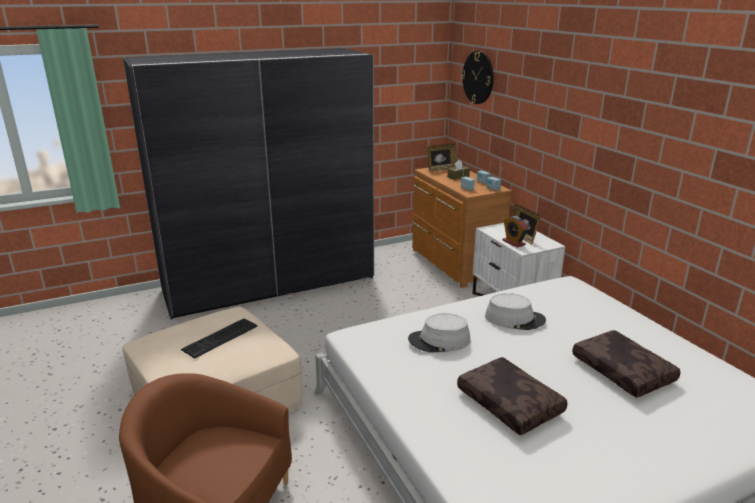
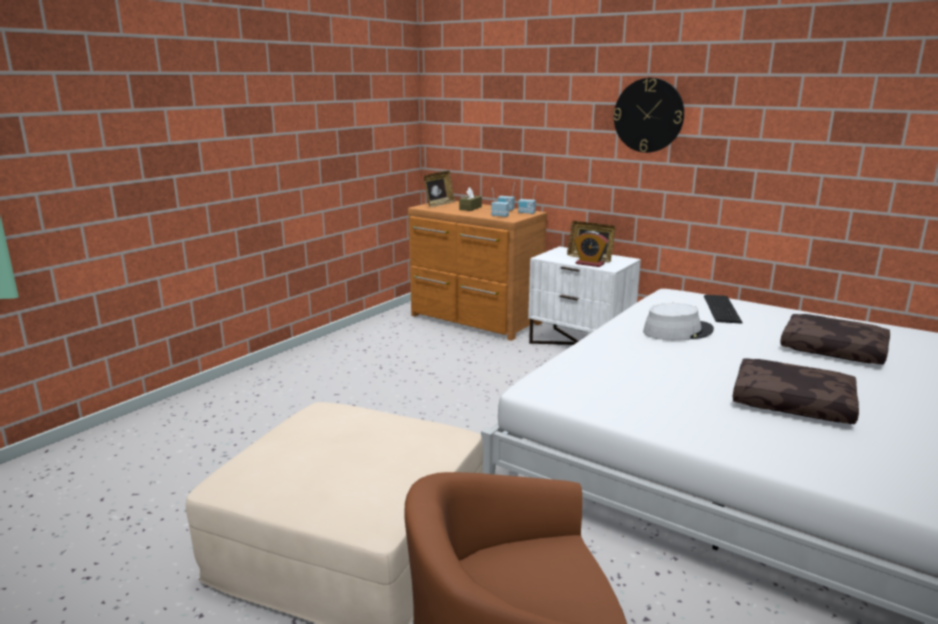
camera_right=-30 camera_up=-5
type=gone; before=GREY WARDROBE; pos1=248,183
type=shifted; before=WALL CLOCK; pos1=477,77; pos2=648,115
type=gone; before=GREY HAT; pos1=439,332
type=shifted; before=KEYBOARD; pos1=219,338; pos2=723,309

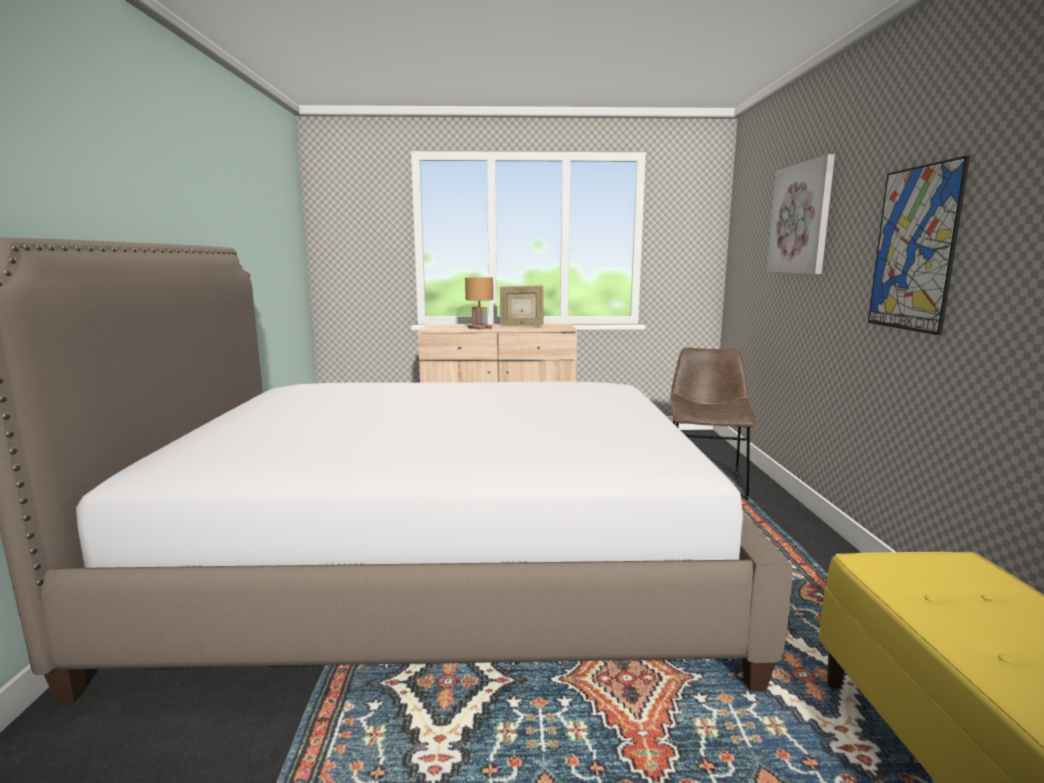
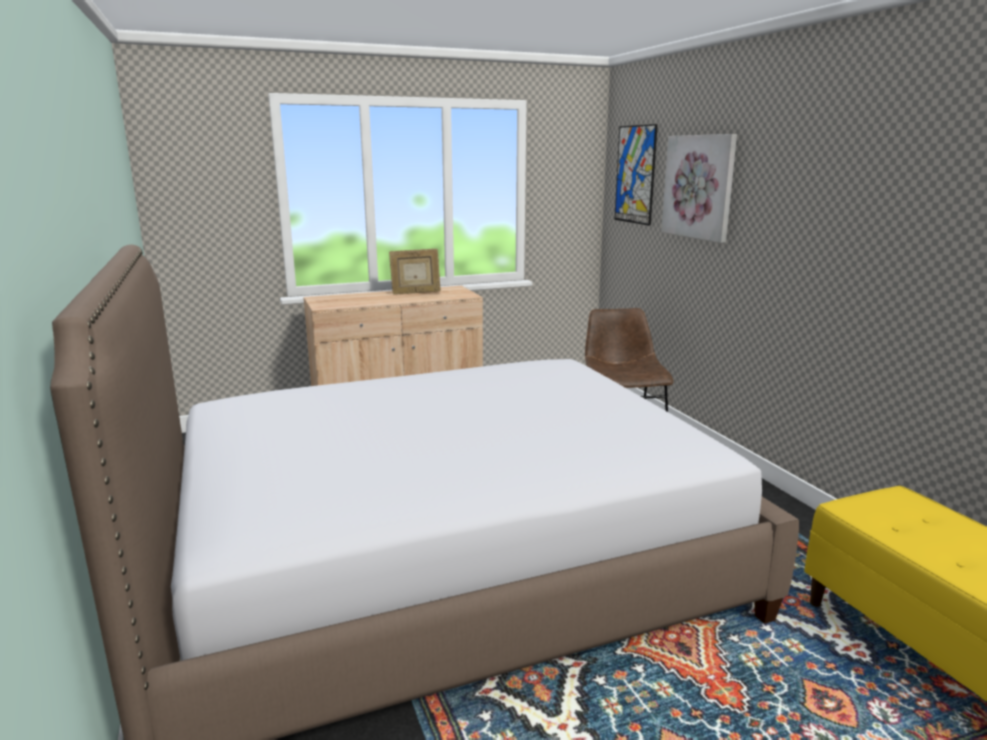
camera_right=-20 camera_up=5
type=shifted; before=PICTURE; pos1=919,245; pos2=636,175
type=gone; before=BROWN TABLE LAMP; pos1=479,303

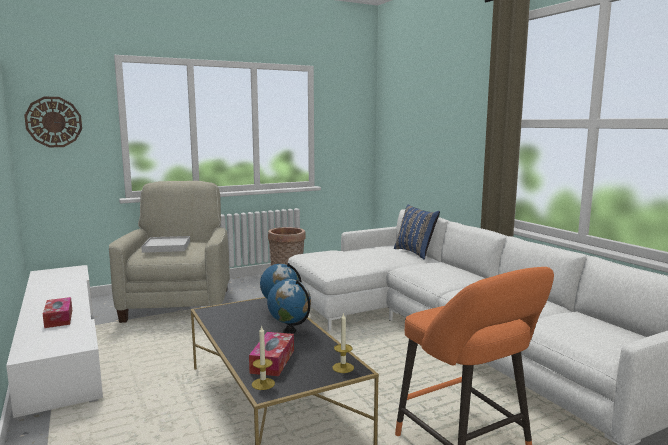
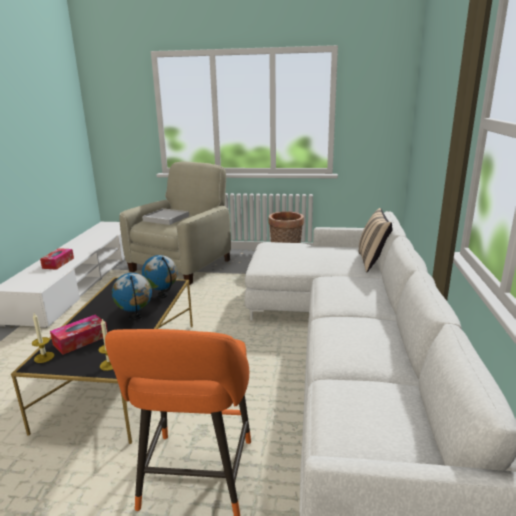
camera_right=35 camera_up=10
type=gone; before=WALL CLOCK; pos1=53,122
type=repainted; before=BLUE PILLOW; after=BEIGE PILLOW; pos1=417,232; pos2=376,240

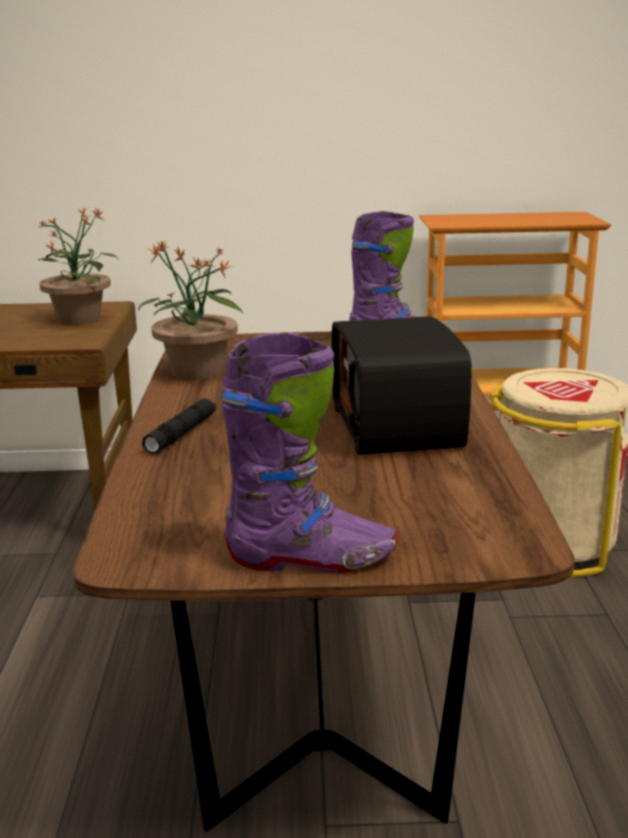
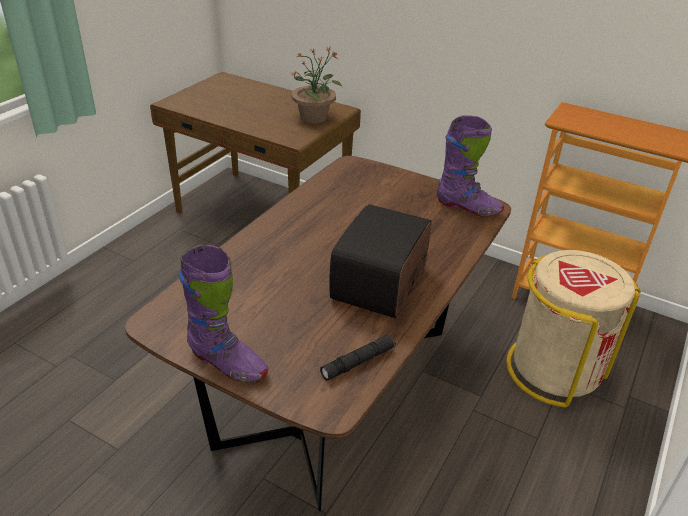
camera_right=30 camera_up=15
type=gone; before=POTTED PLANT; pos1=191,310
type=shifted; before=BLACK FLASHLIGHT; pos1=179,426; pos2=358,358

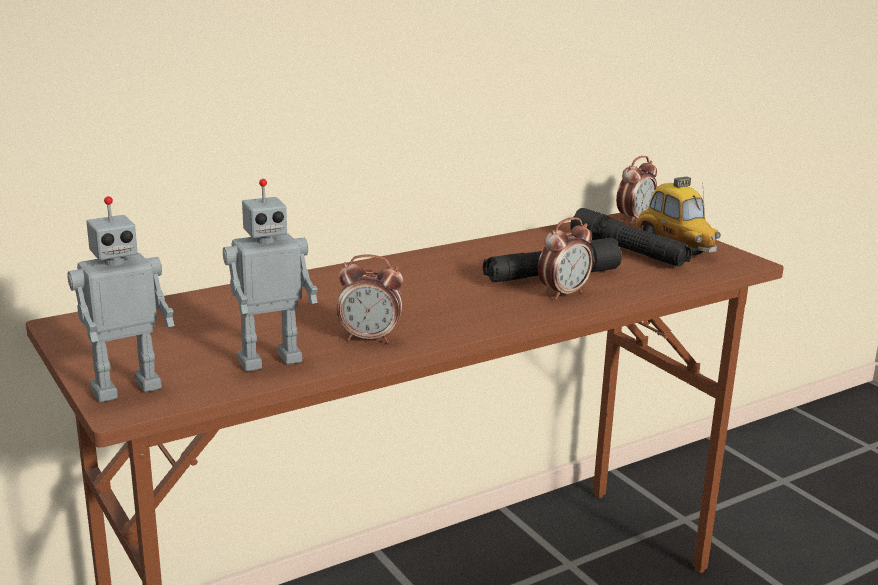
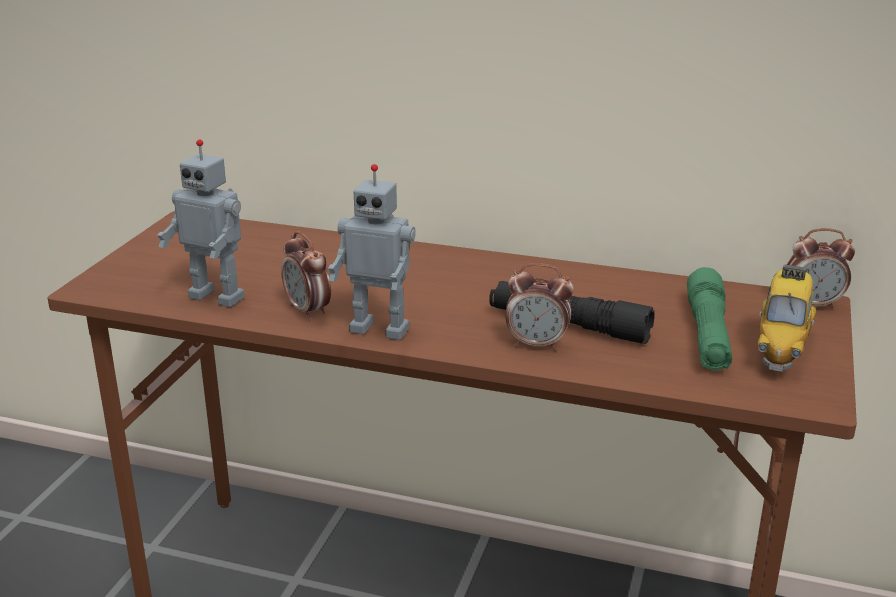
camera_right=50 camera_up=5
type=shifted; before=TOY ROBOT; pos1=121,299; pos2=372,252
type=repainted; before=BLACK FLASHLIGHT; after=GREEN FLASHLIGHT; pos1=631,237; pos2=709,318

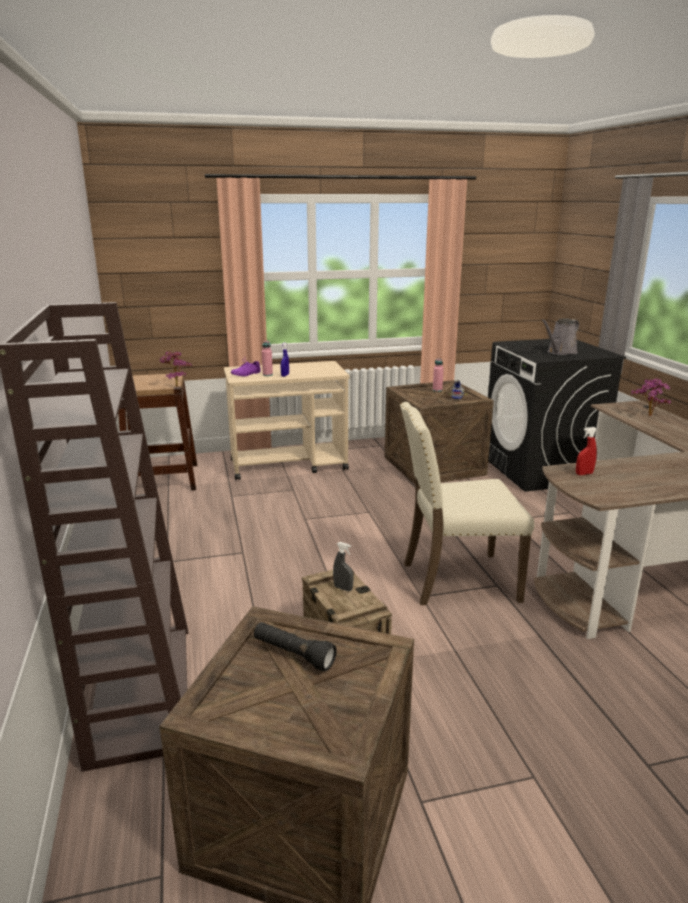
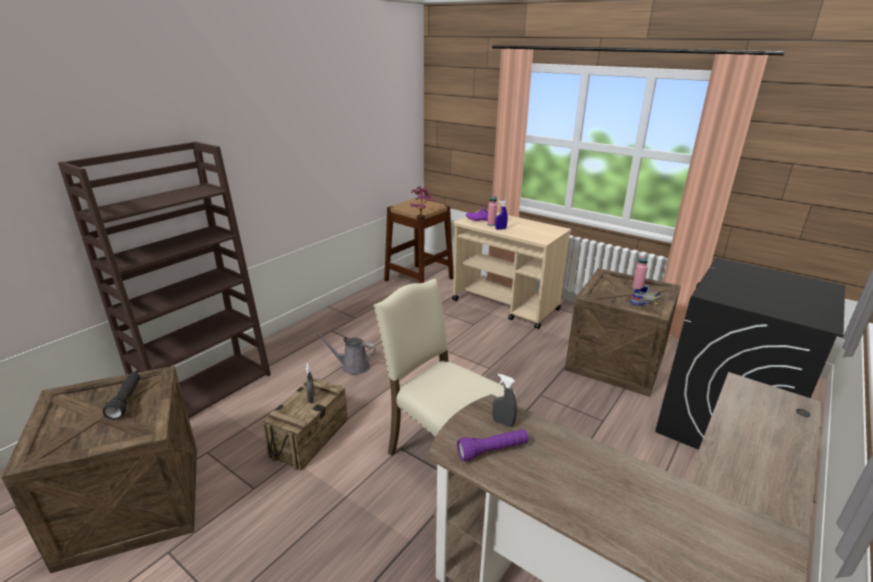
camera_right=50 camera_up=5
type=shifted; before=GREY WATERING CAN; pos1=560,336; pos2=345,353
type=gone; before=POTTED PLANT; pos1=651,397
type=repainted; before=RED SPRAY BOTTLE; after=GREY SPRAY BOTTLE; pos1=586,451; pos2=504,400
type=new; after=PURPLE FLASHLIGHT; pos2=492,445

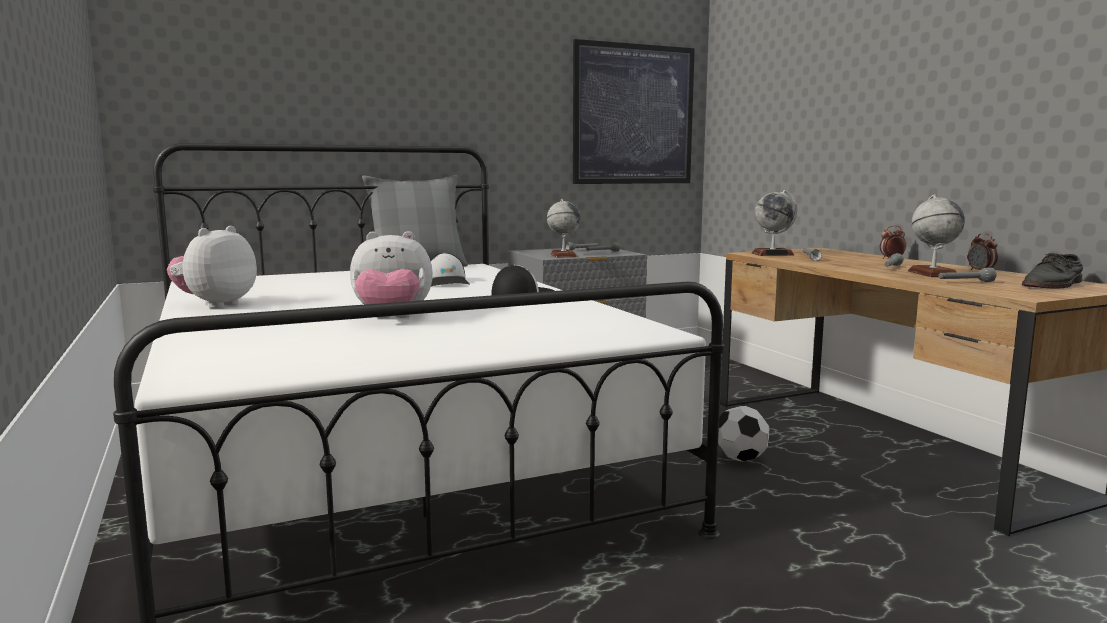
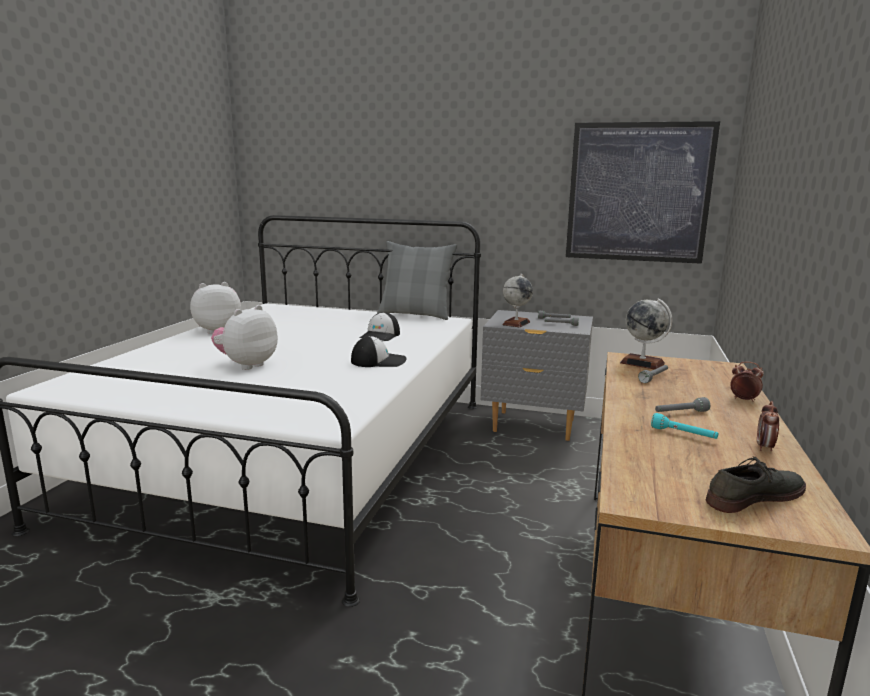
camera_right=40 camera_up=5
type=swapped; before=GLOBE; after=TURQUOISE FLASHLIGHT; pos1=936,235; pos2=685,426
type=rotated; before=PLUSH TOY; pos1=391,274; pos2=244,337; turn=90
type=rotated; before=GREY SHOE; pos1=1052,271; pos2=756,485; turn=150
type=gone; before=GREY FLASHLIGHT; pos1=967,275
type=gone; before=FOOTBALL; pos1=743,433

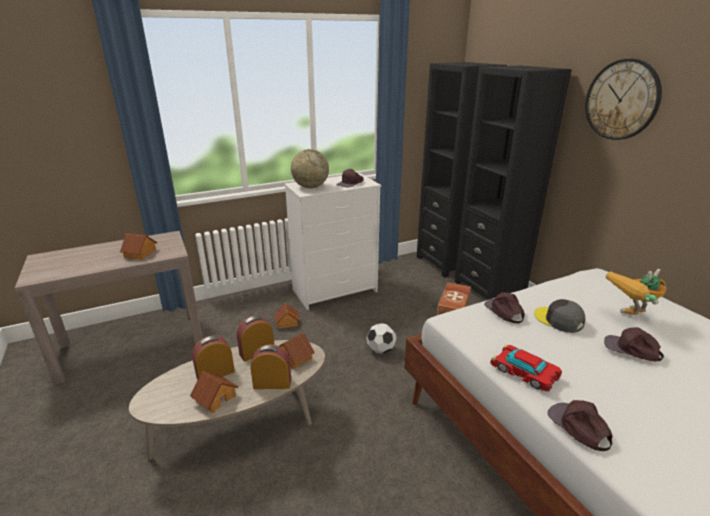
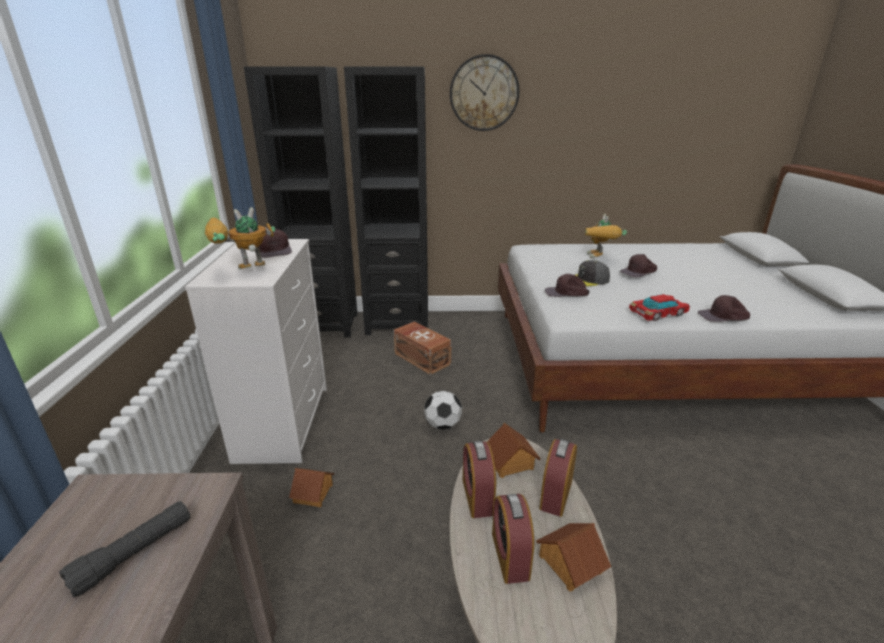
camera_right=-65 camera_up=0
type=swapped; before=GLOBE; after=TOY ROBOT; pos1=310,168; pos2=240,238
type=swapped; before=TOY HOUSE; after=BLACK FLASHLIGHT; pos1=138,246; pos2=124,549

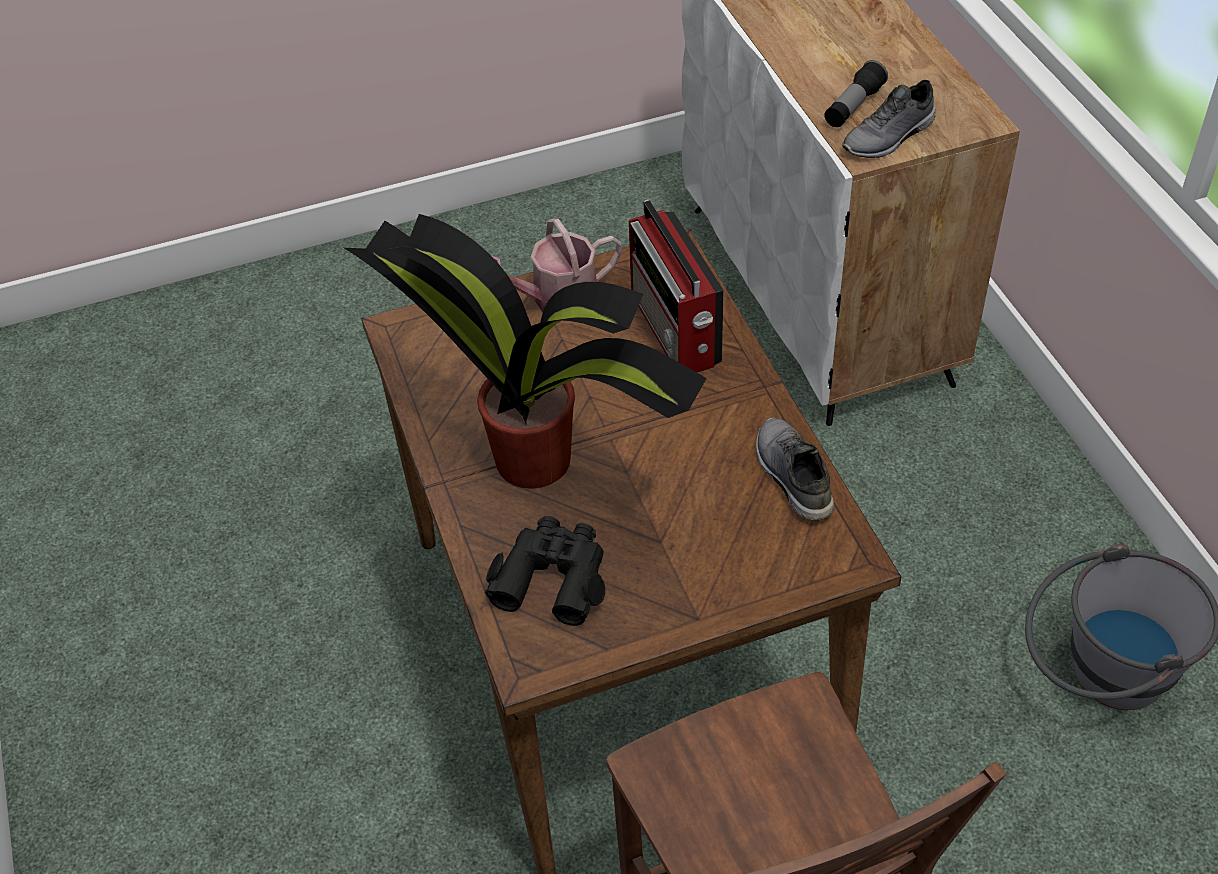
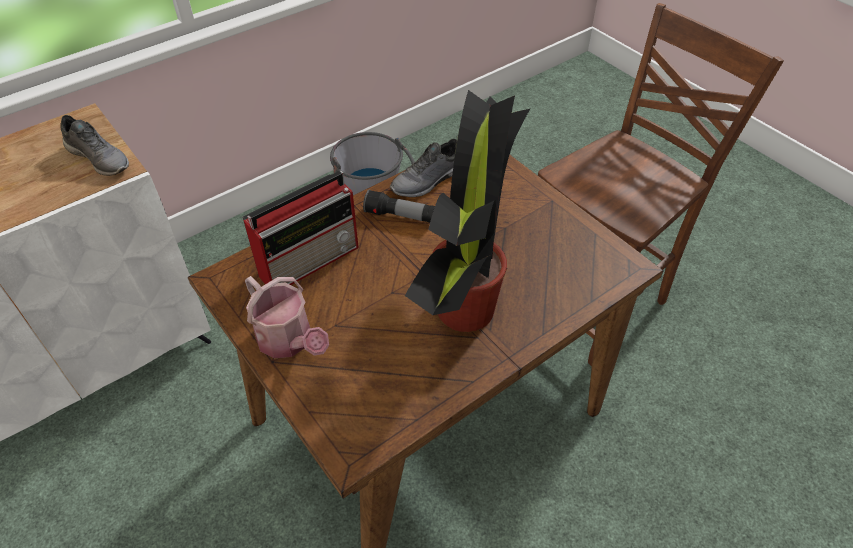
camera_right=-110 camera_up=0
type=shifted; before=FLASHLIGHT; pos1=856,93; pos2=399,206
type=gone; before=BLACK BINOCULARS; pos1=545,571

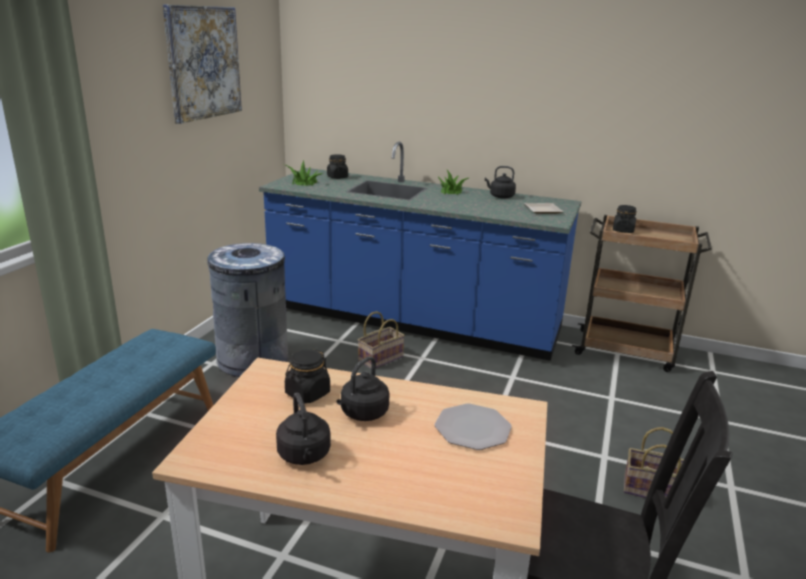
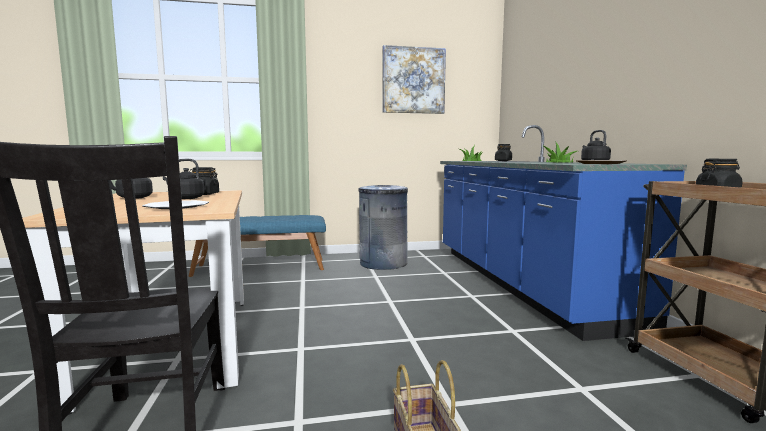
camera_right=60 camera_up=-15
type=gone; before=BASKET; pos1=381,340

